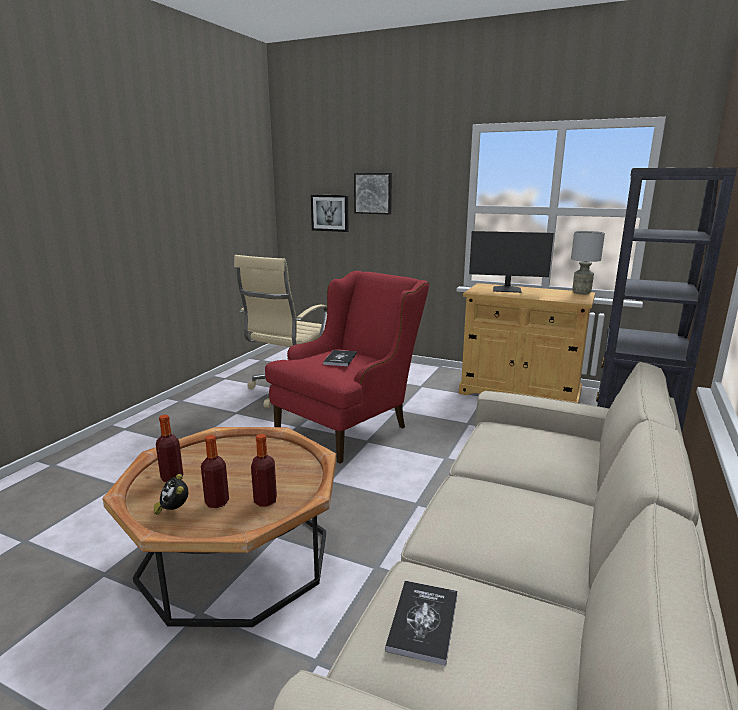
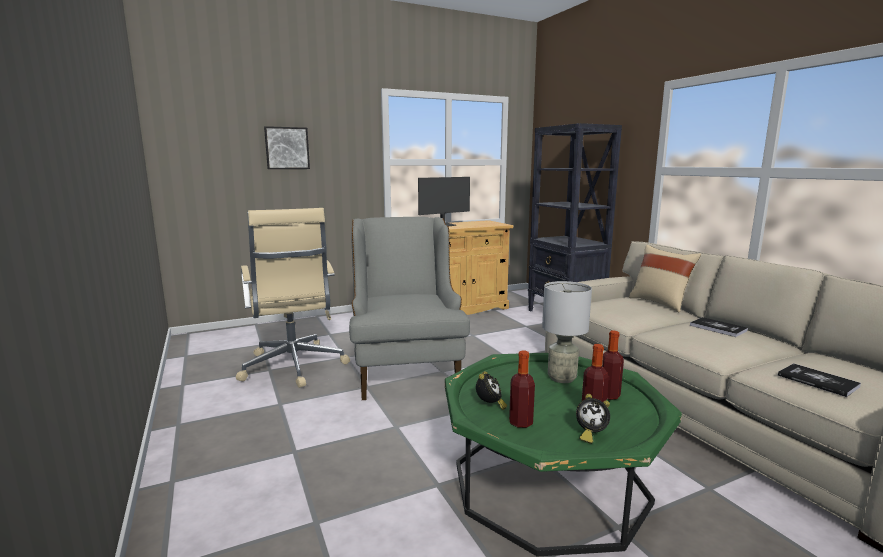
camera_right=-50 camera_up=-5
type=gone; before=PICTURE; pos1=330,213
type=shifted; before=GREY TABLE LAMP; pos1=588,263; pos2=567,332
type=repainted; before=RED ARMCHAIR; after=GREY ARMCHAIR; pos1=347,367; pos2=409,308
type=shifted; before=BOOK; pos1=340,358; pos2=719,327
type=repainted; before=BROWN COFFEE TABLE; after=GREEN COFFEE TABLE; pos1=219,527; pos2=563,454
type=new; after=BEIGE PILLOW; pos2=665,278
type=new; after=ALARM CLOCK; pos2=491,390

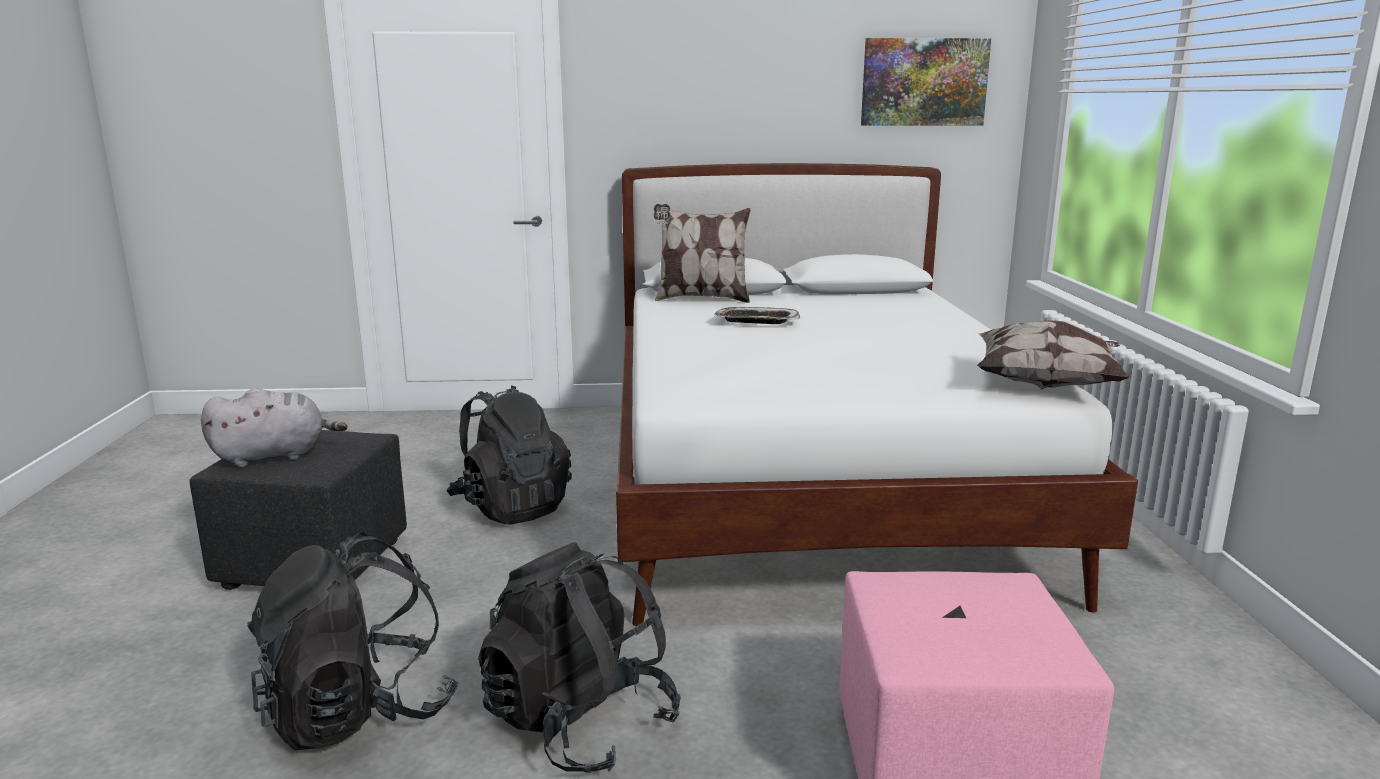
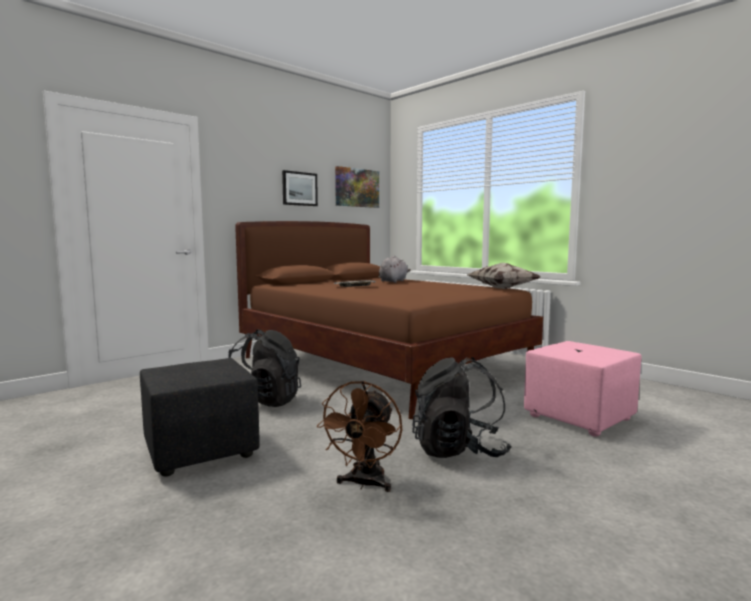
camera_right=-40 camera_up=-10
type=repainted; before=WHITE BED; after=BROWN BED; pos1=877,394; pos2=389,320
type=gone; before=PILLOW; pos1=702,253
type=shifted; before=GREY PLUSH TOY; pos1=274,428; pos2=395,269
type=swapped; before=BLACK BACKPACK; after=BROWN FAN; pos1=353,641; pos2=359,436
type=new; after=PICTURE; pos2=300,188

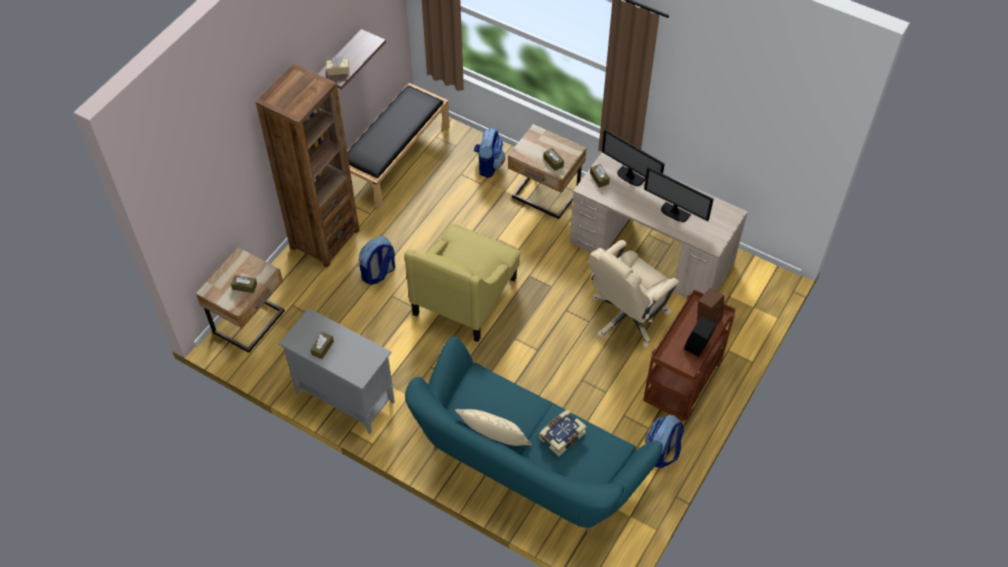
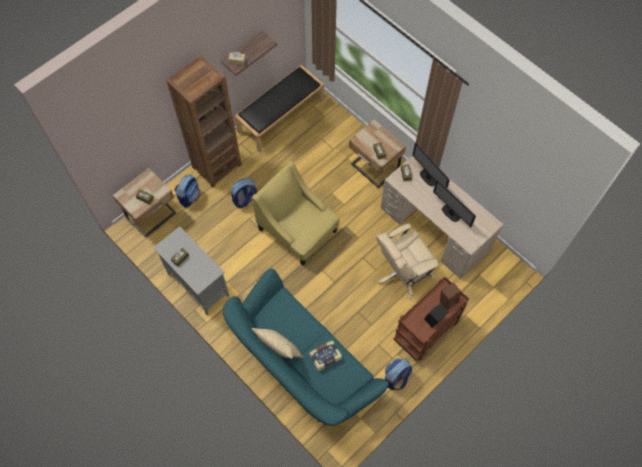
camera_right=15 camera_up=10
type=shifted; before=BACKPACK; pos1=489,153; pos2=187,191
type=rotated; before=YELLOW ARMCHAIR; pos1=462,283; pos2=295,213; turn=90

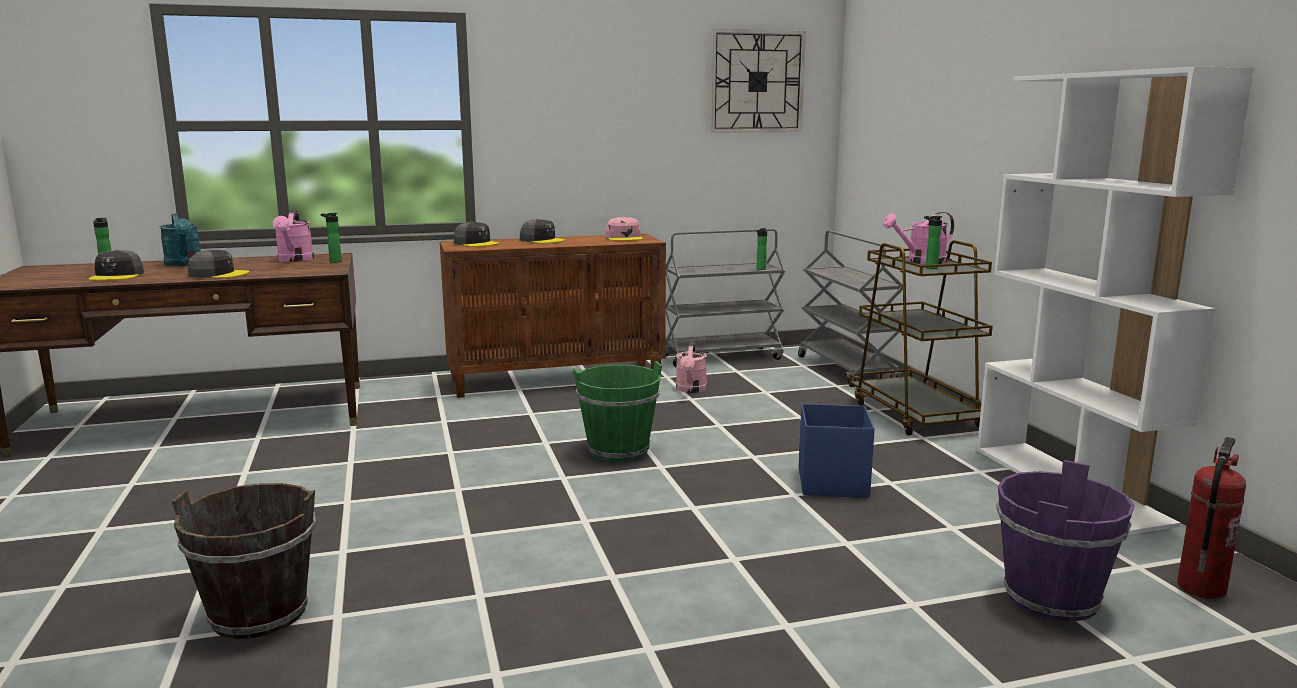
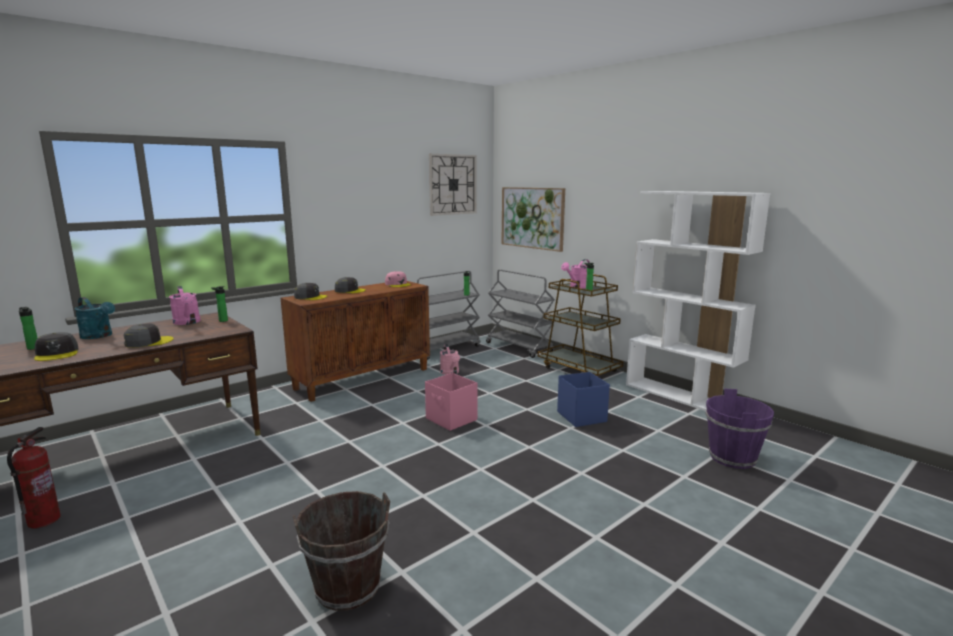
camera_right=-25 camera_up=0
type=swapped; before=GREEN BUCKET; after=PINK STORAGE BOX; pos1=617,411; pos2=451,402
type=shifted; before=FIRE EXTINGUISHER; pos1=1211,518; pos2=34,478
type=new; after=PICTURE; pos2=533,219

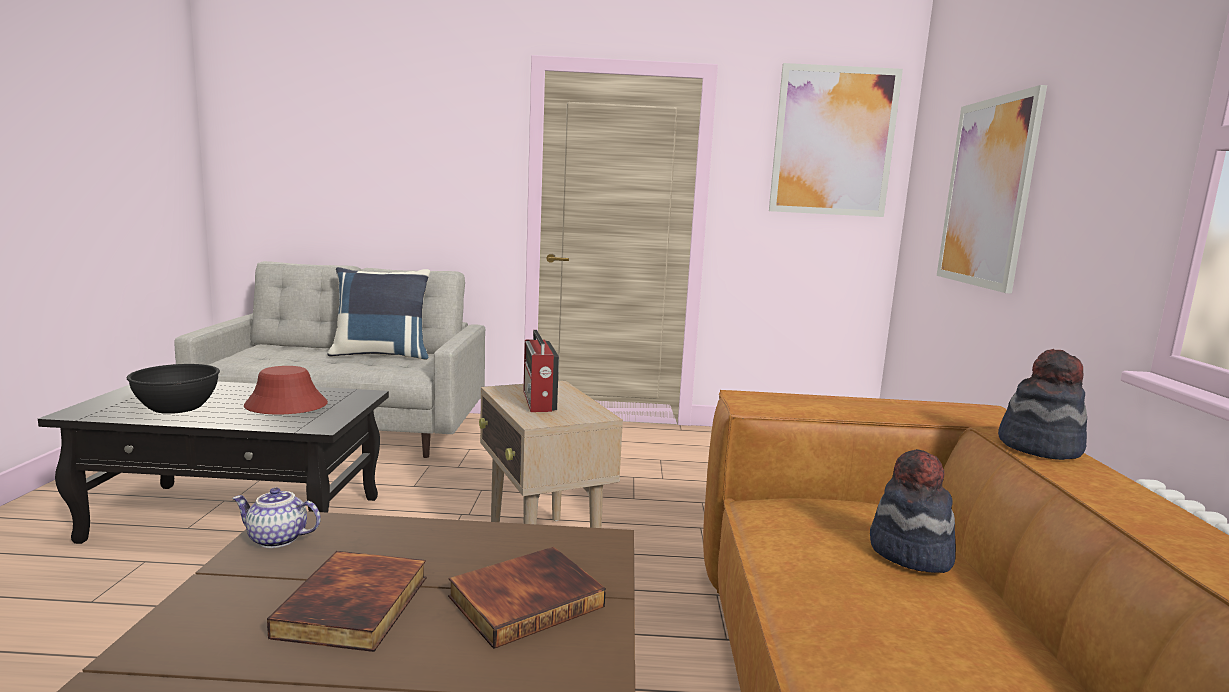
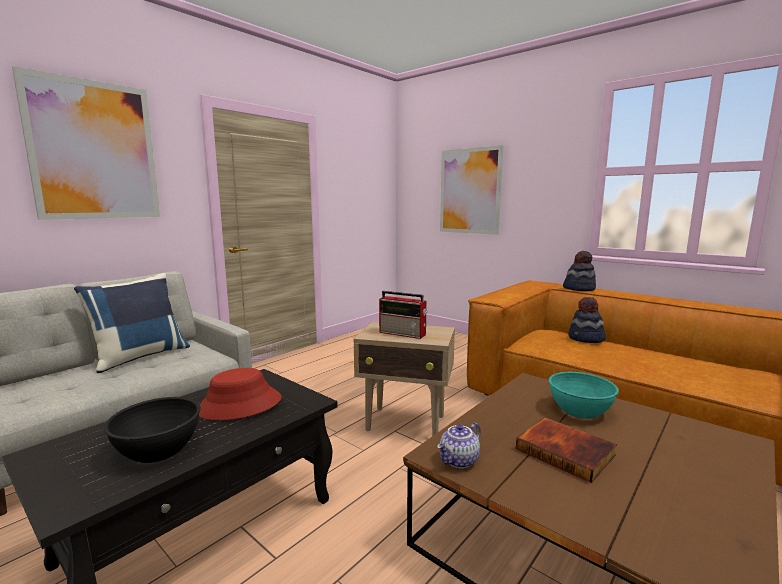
camera_right=-50 camera_up=0
type=shifted; before=PICTURE; pos1=836,140; pos2=86,143
type=swapped; before=BOOK; after=TURQUOISE BOWL; pos1=527,598; pos2=584,395

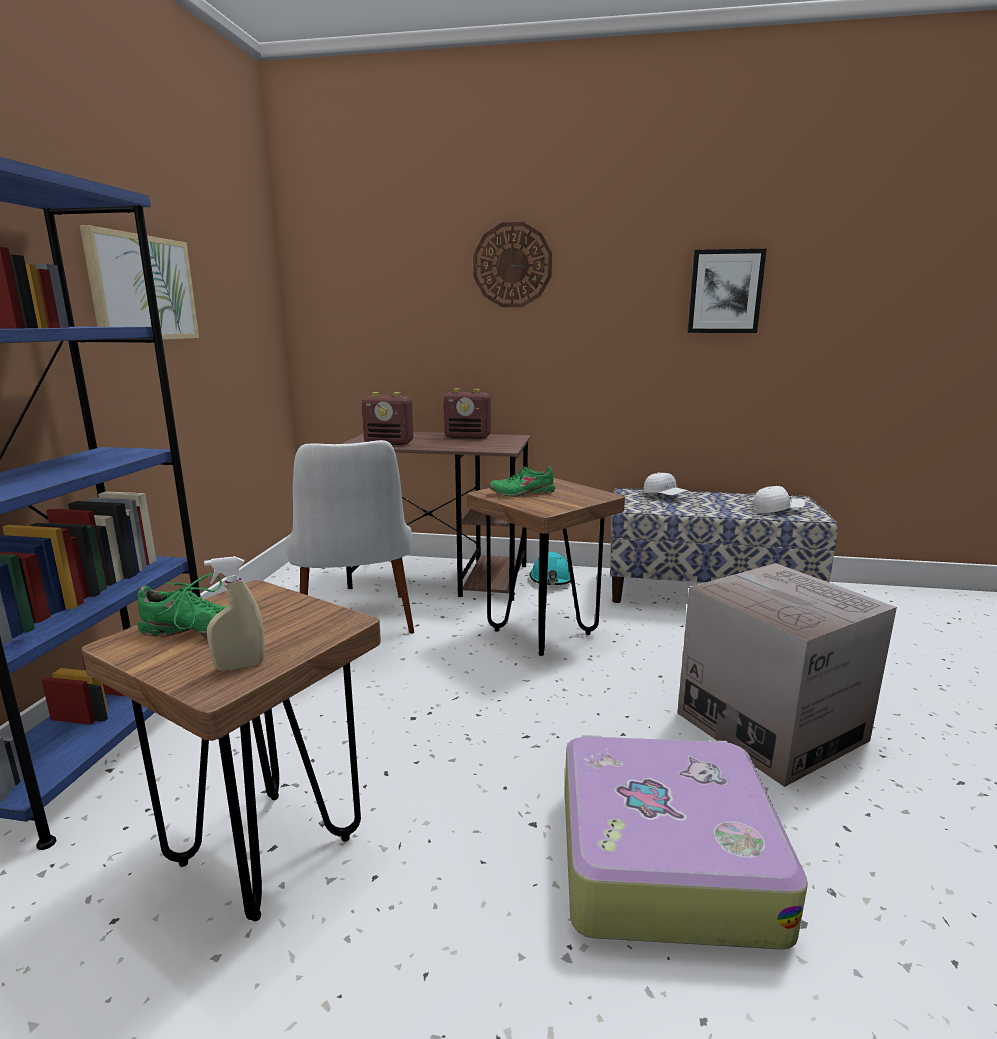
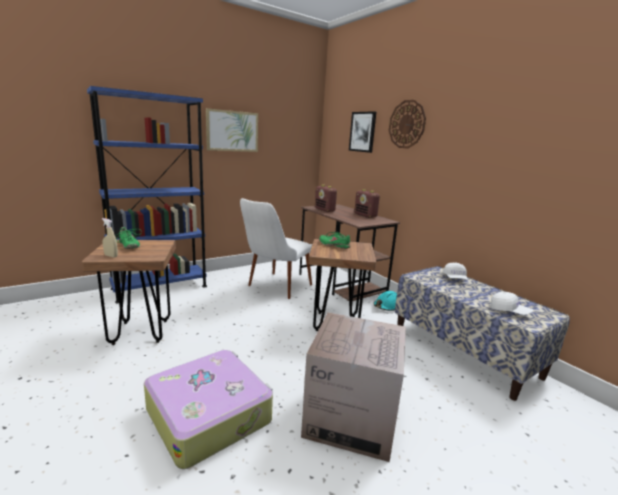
camera_right=45 camera_up=0
type=shifted; before=PICTURE; pos1=727,291; pos2=362,132

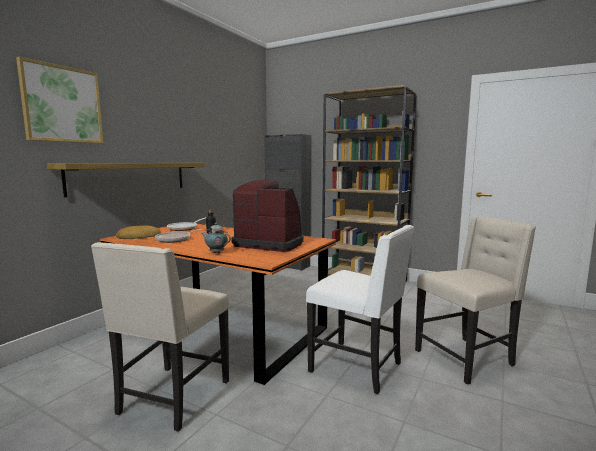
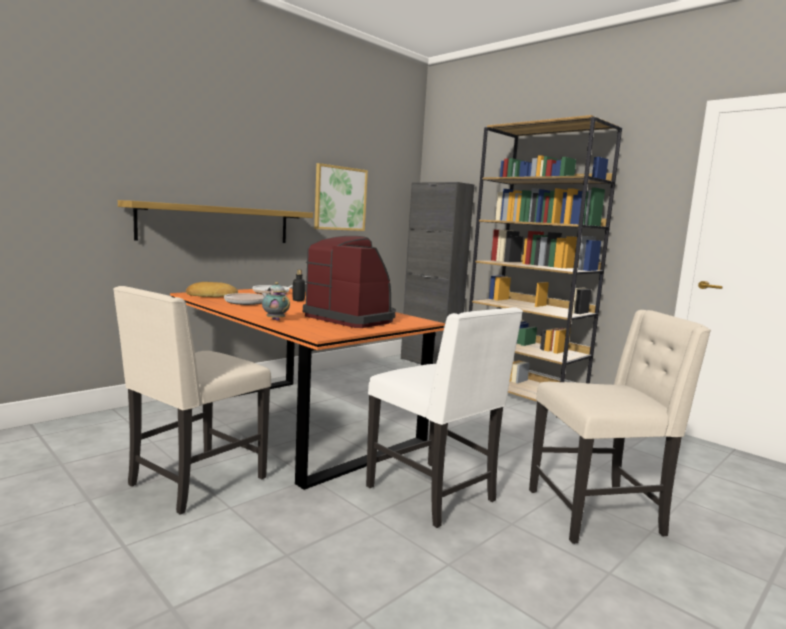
camera_right=15 camera_up=0
type=shifted; before=PICTURE; pos1=59,100; pos2=341,197

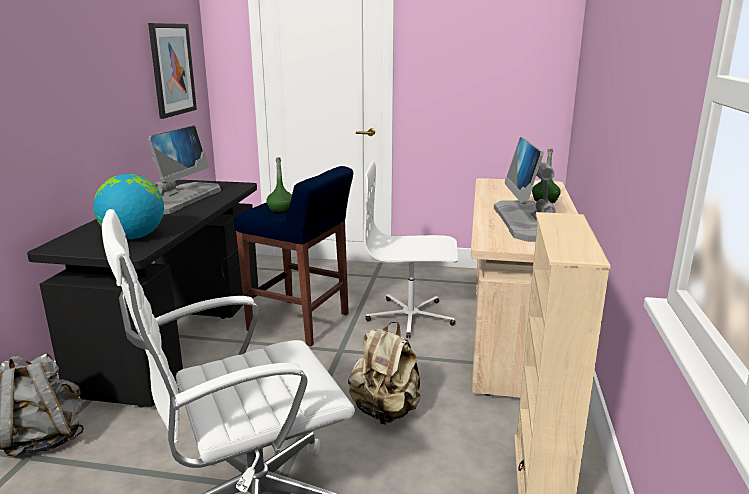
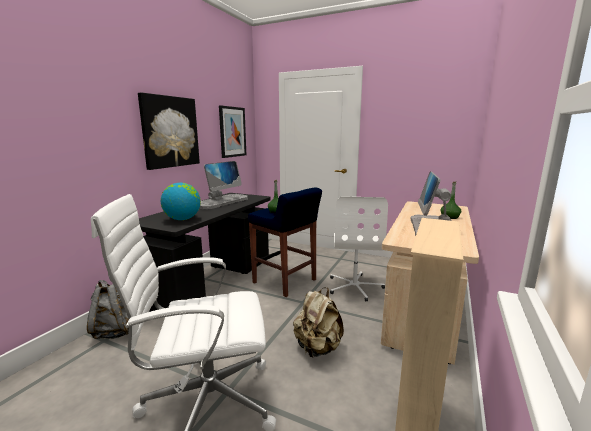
camera_right=15 camera_up=-5
type=rotated; before=WHITE OFFICE CHAIR; pos1=411,249; pos2=359,248; turn=-105
type=new; after=PICTURE; pos2=169,131

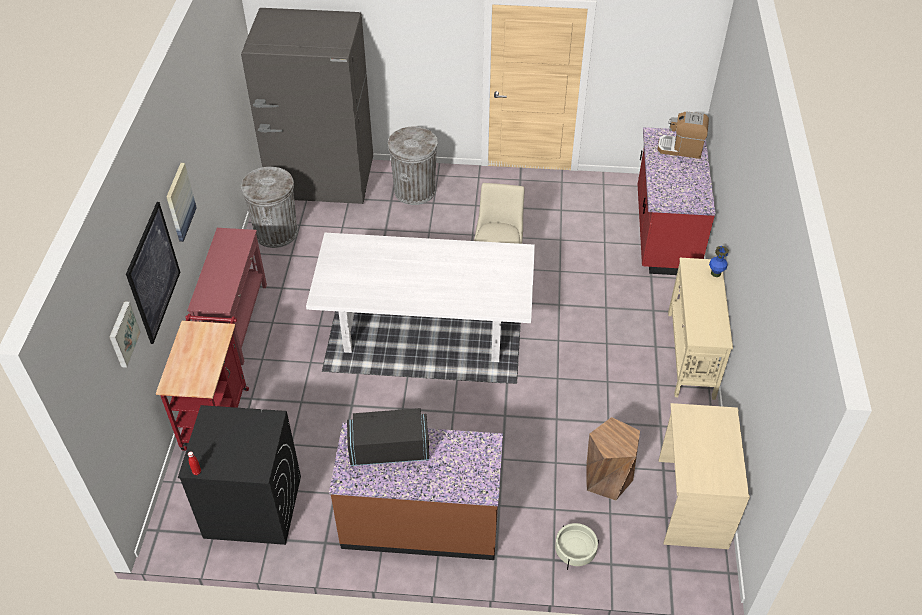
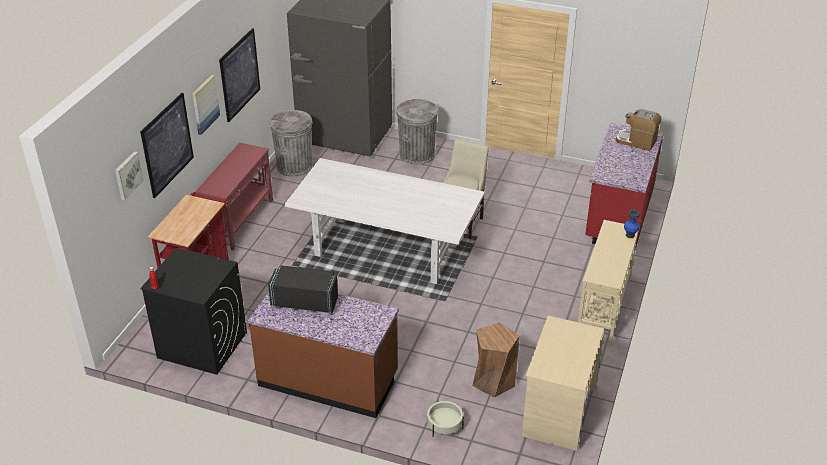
camera_right=15 camera_up=-10
type=new; after=PICTURE; pos2=239,75

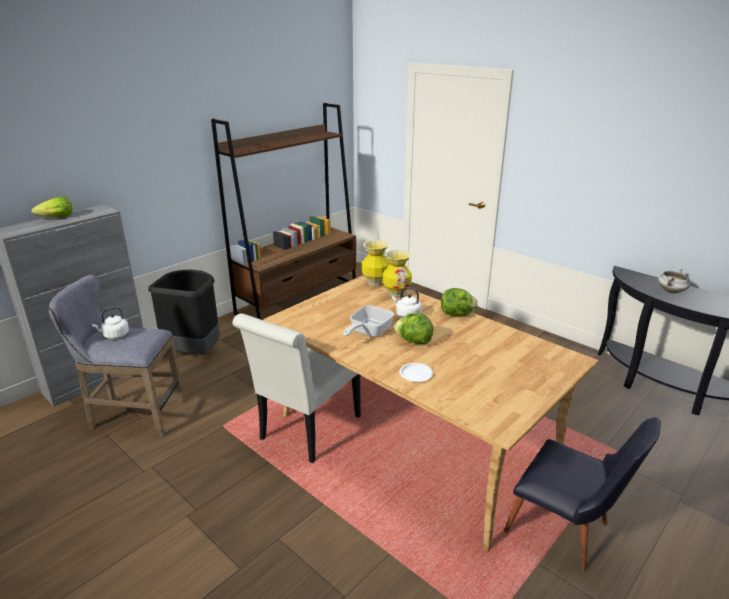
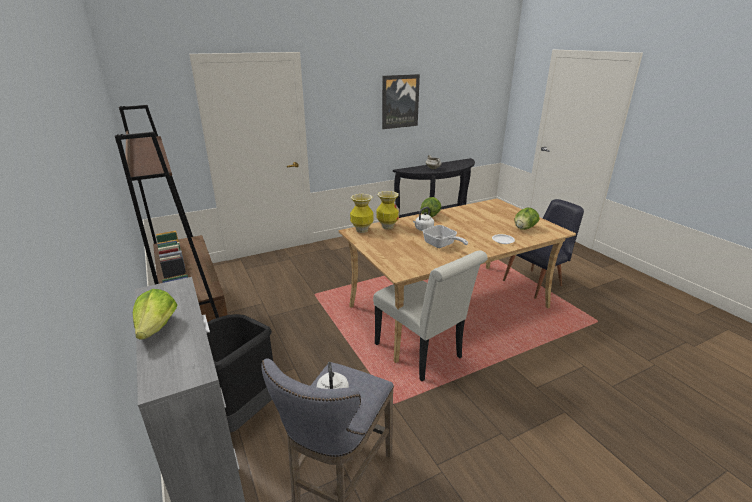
camera_right=-70 camera_up=0
type=shifted; before=LETTUCE; pos1=413,328; pos2=526,219
type=new; after=PICTURE; pos2=401,101

